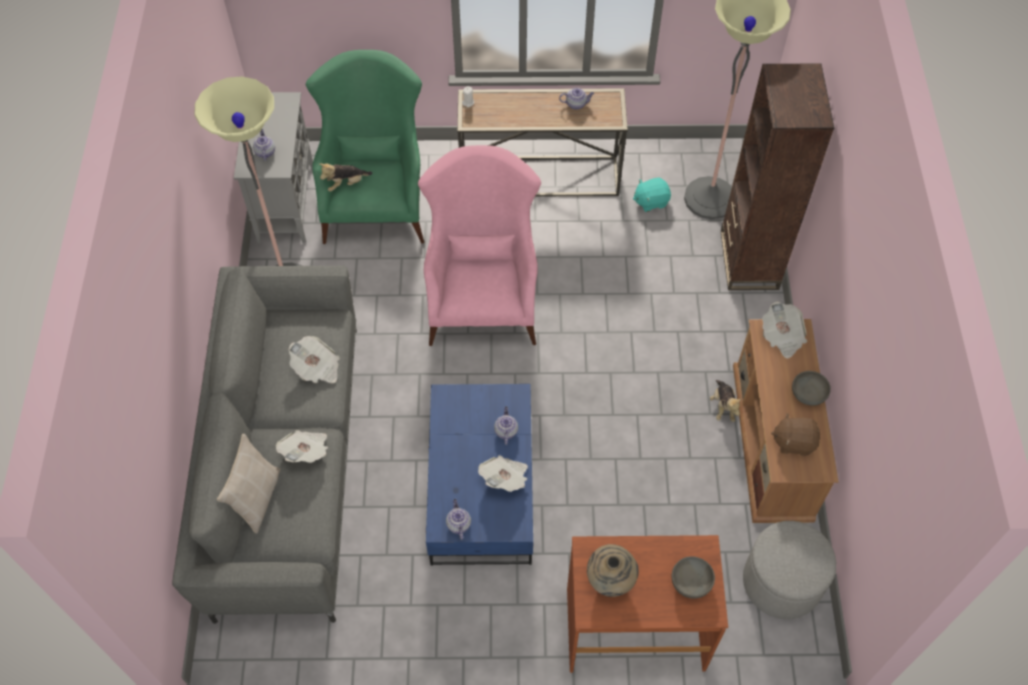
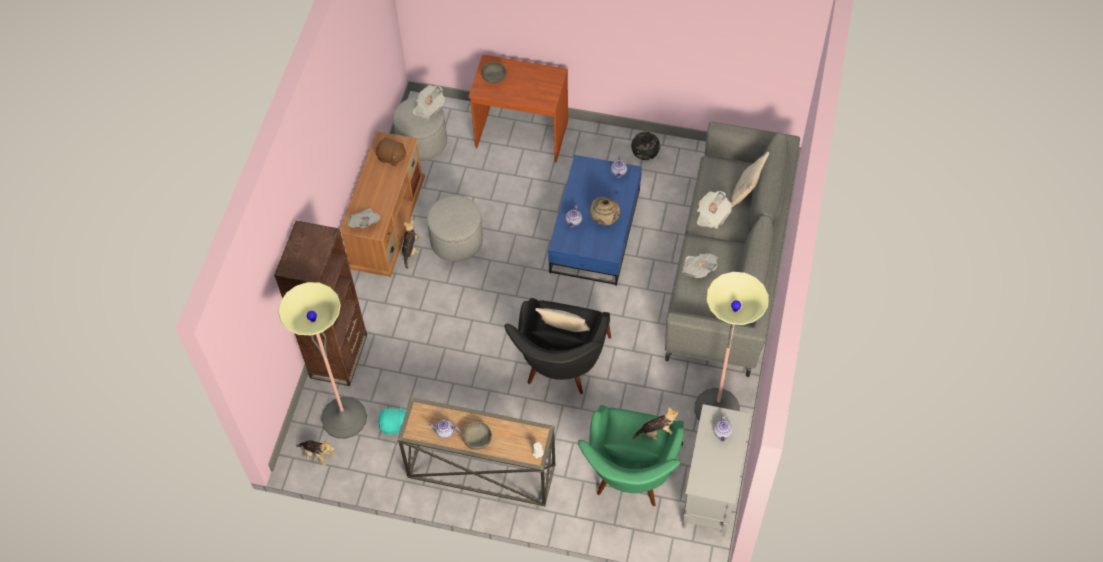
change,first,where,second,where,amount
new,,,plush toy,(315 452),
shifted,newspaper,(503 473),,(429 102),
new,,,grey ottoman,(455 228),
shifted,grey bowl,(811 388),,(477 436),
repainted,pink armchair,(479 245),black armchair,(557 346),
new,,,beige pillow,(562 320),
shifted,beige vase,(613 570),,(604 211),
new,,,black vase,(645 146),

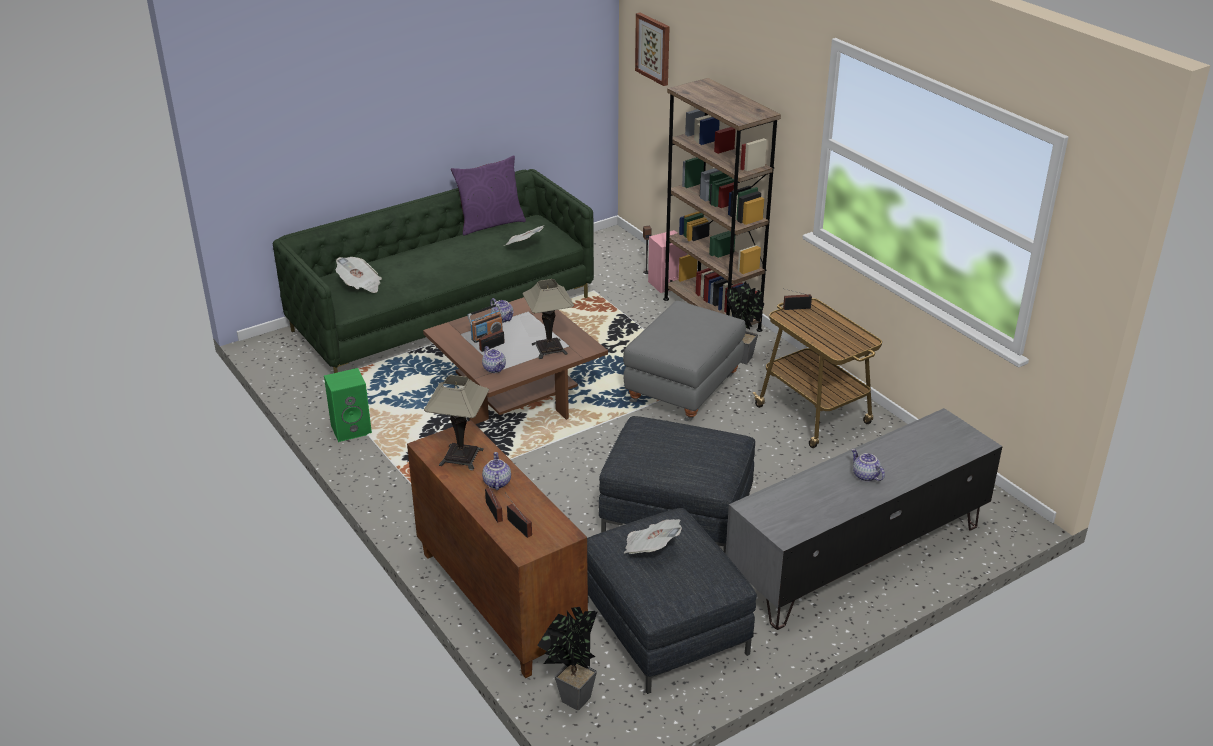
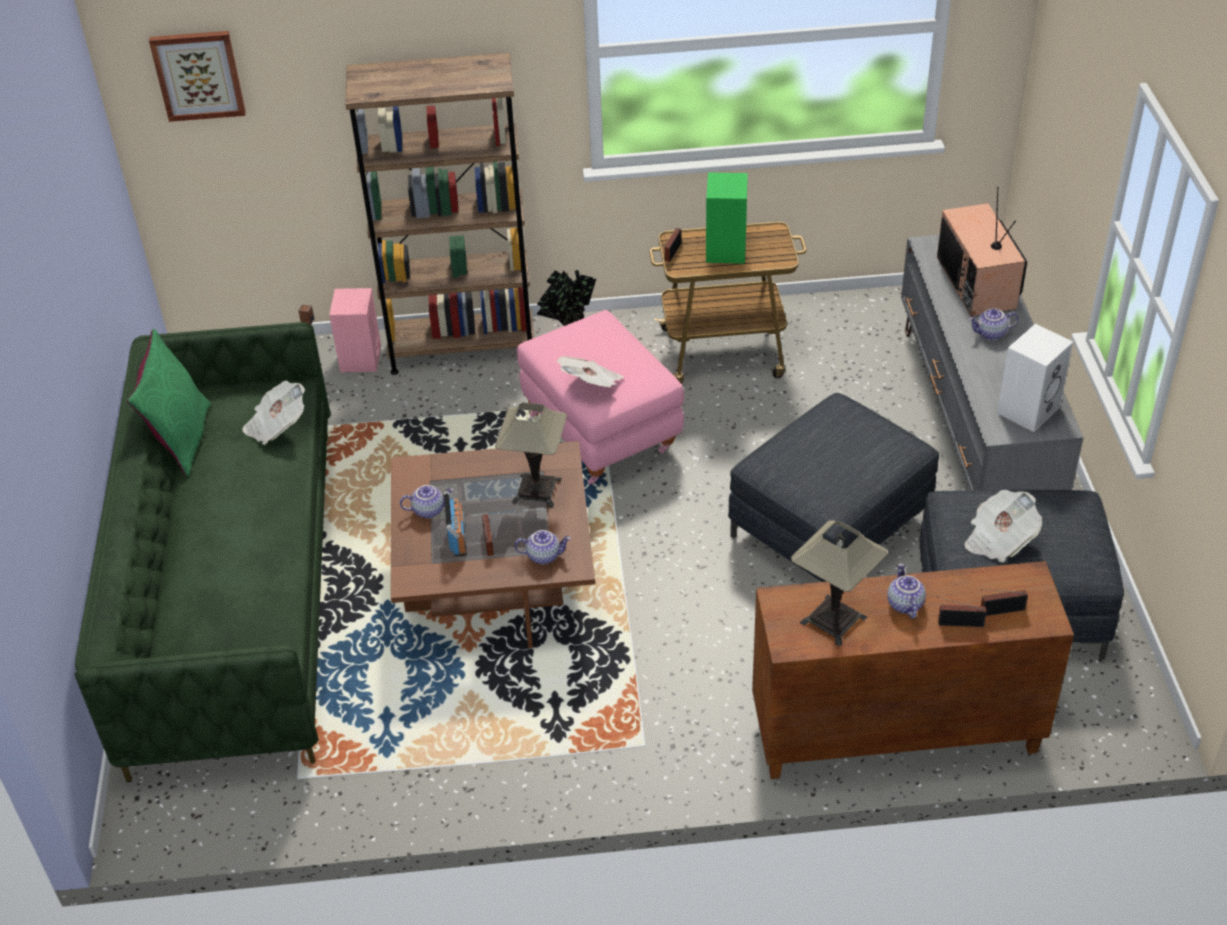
change,first,where,second,where,amount
repainted,purple pillow,(488 195),green pillow,(169 403),
repainted,grey ottoman,(684 361),pink ottoman,(600 397),
shifted,newspaper,(358 275),,(590 372),
shifted,green speaker,(348 405),,(727 218),
rotated,teapot,(496 471),,(906 591),60 degrees clockwise
new,,,television,(982 252),
new,,,white speaker,(1035 378),
gone,potted plant,(567 658),,,

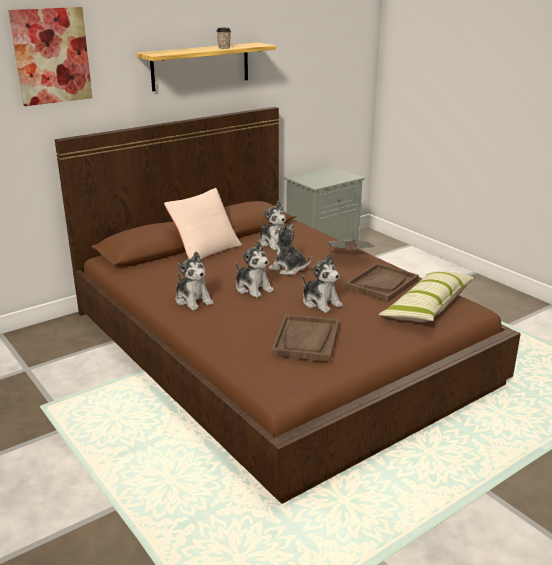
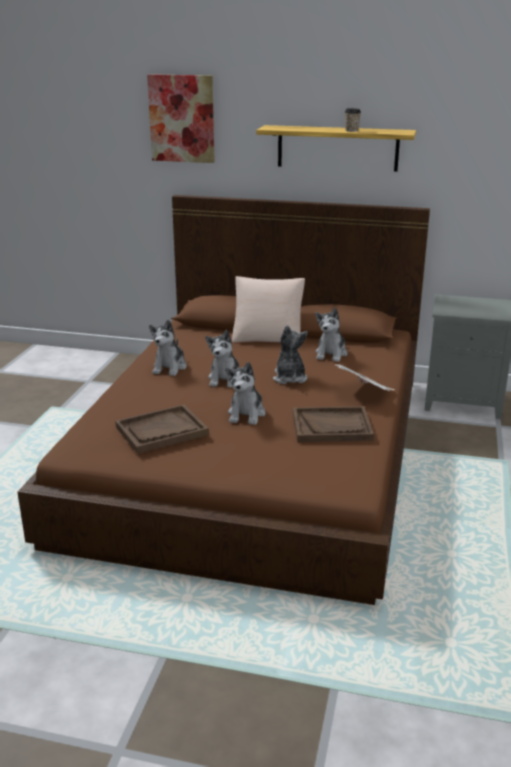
change,first,where,second,where,amount
gone,pillow,(427 297),,,

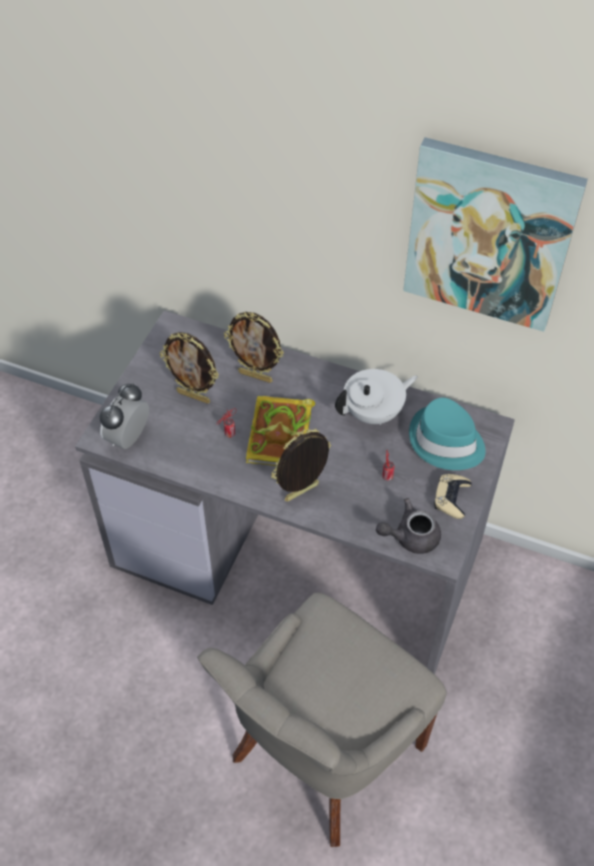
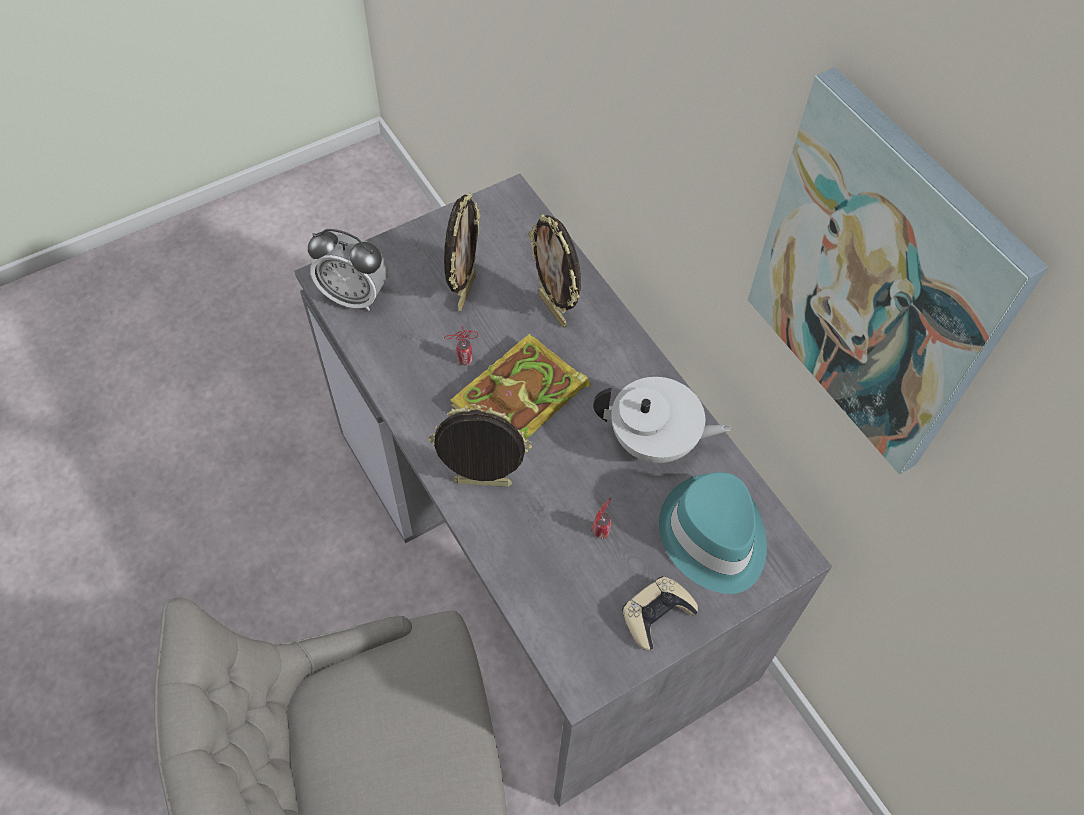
change,first,where,second,where,amount
rotated,alarm clock,(124 416),,(348 270),135 degrees counterclockwise
rotated,picture frame,(189 368),,(462 252),135 degrees counterclockwise
gone,grey teapot,(408 526),,,

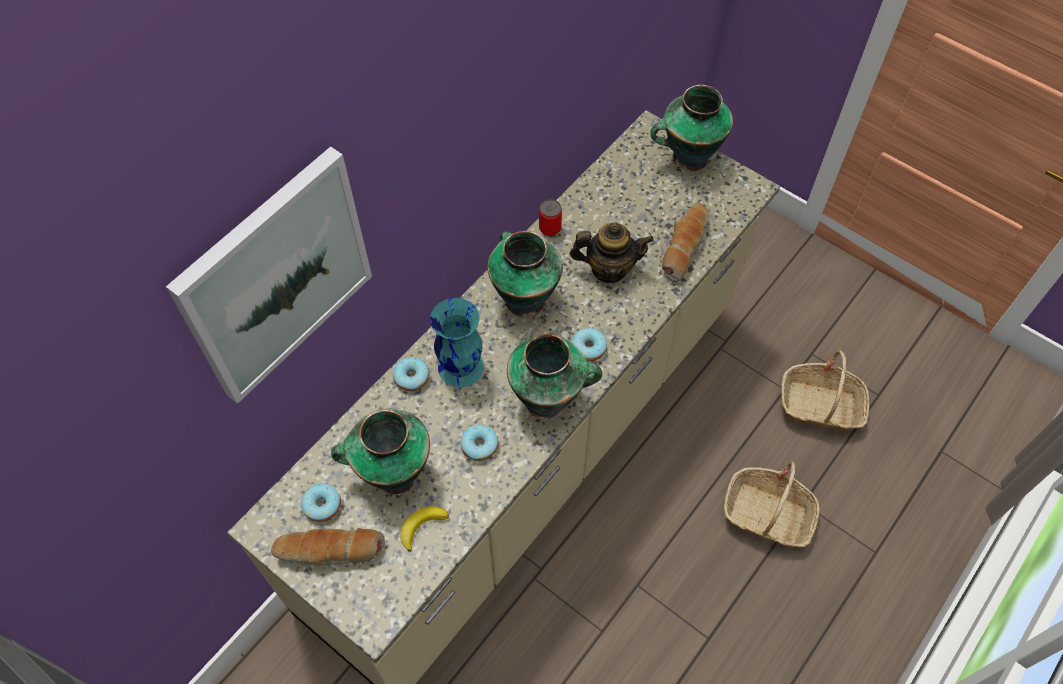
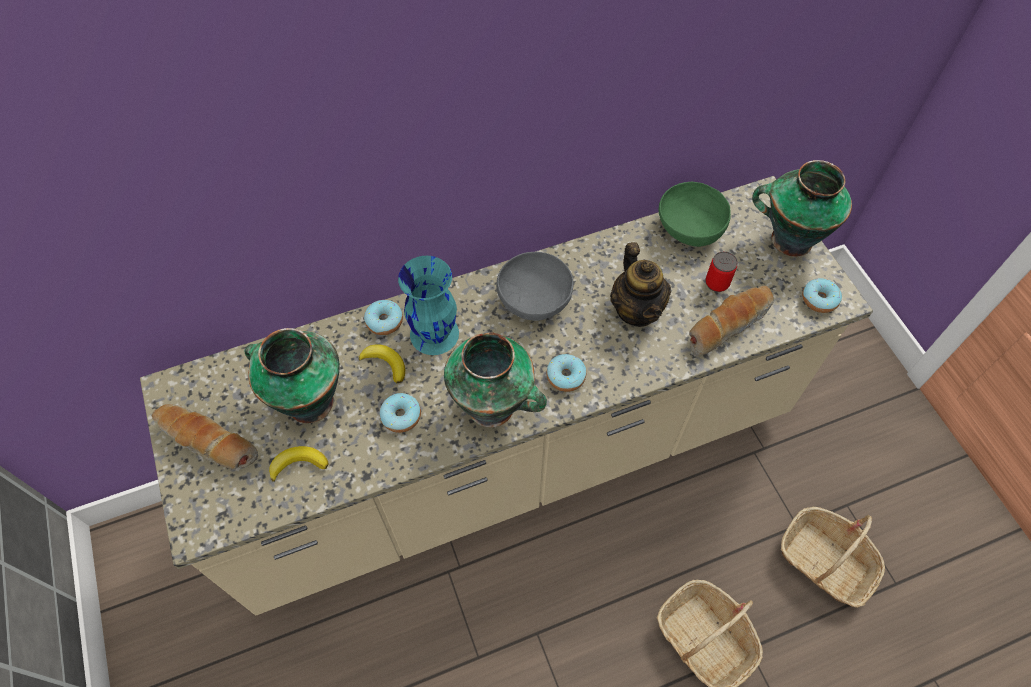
change,first,where,second,where,amount
new,,,banana,(382 363),
swapped,vase,(525 274),grey bowl,(535 286),
rotated,teapot,(612 253),,(640 284),45 degrees clockwise
new,,,green bowl,(695 214),
shifted,can,(550 217),,(721 271),
shifted,donut,(321 502),,(822 295),
gone,picture,(269 275),,,

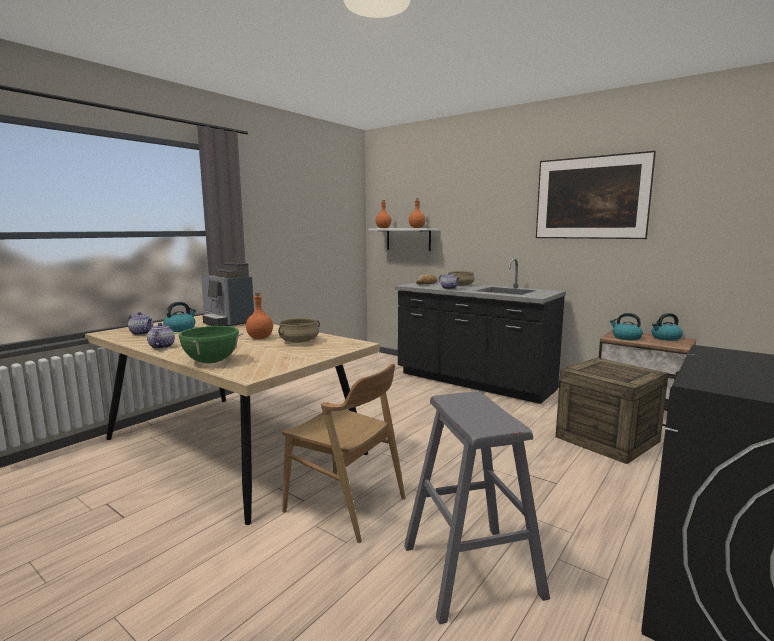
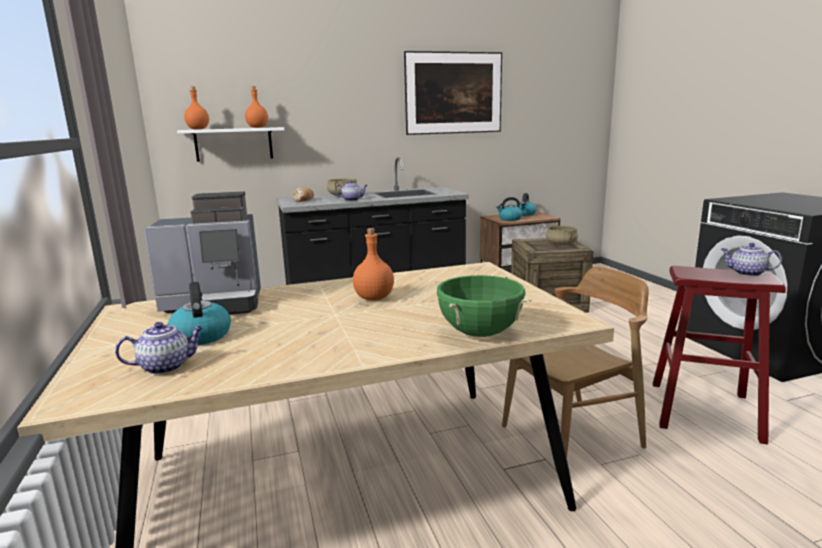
change,first,where,second,where,amount
shifted,beige cooking pot,(299 330),,(562 235),
repainted,grey stool,(477 508),red stool,(719 355),
shifted,teapot,(161 336),,(751 259),

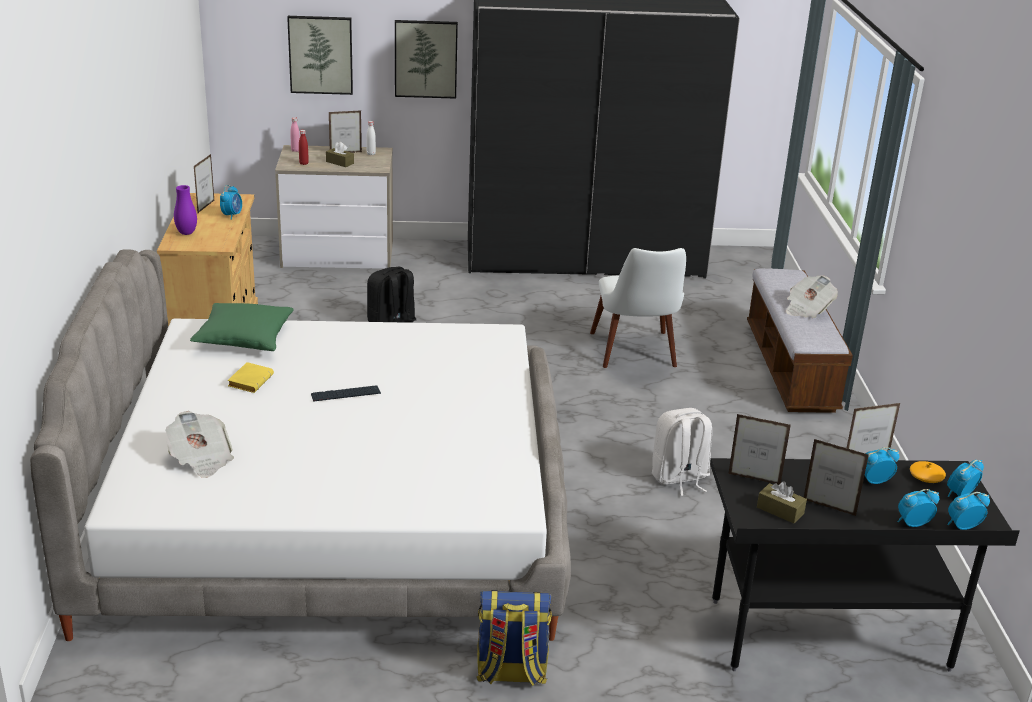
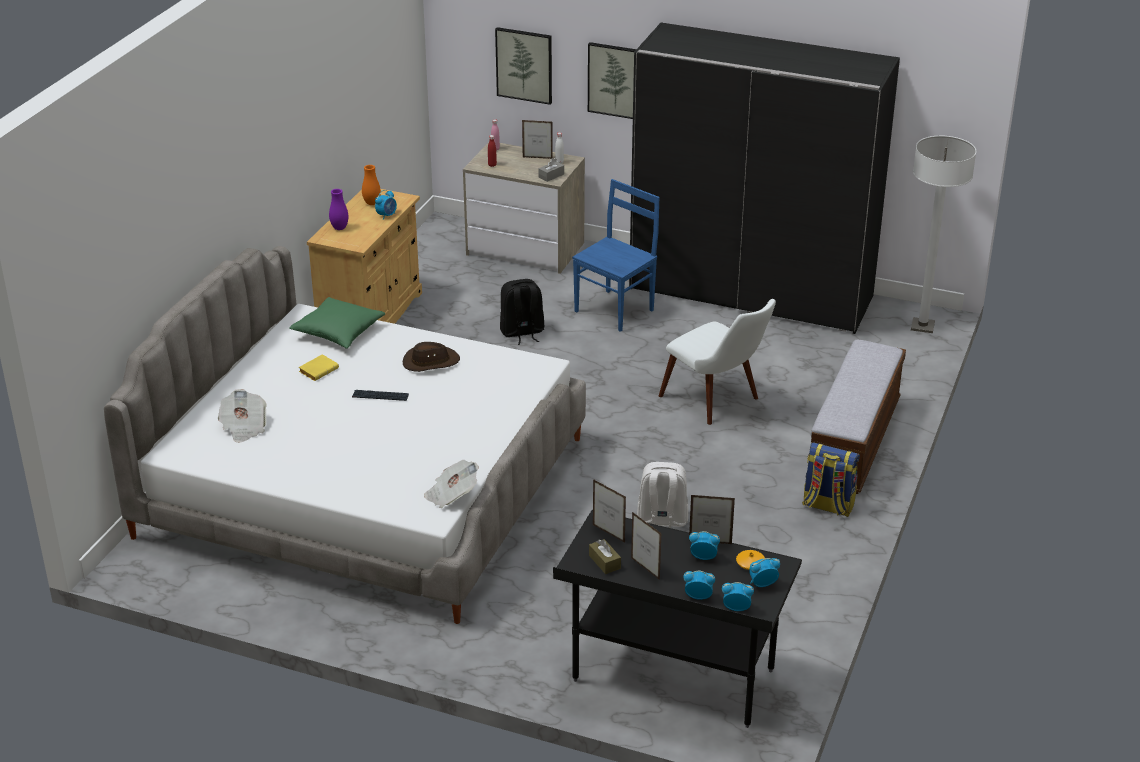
change,first,where,second,where,amount
swapped,picture frame,(204 183),orange vase,(371 185),
new,,,brown hat,(431 357),
shifted,newspaper,(812 296),,(451 484),
new,,,grey tissue box,(551 170),
new,,,blue chair,(616 255),
rotated,white chair,(638 308),,(717 362),60 degrees counterclockwise
shifted,backpack,(514 638),,(831 479),
new,,,white floor lamp,(943 234),
gone,brown tissue box,(340 154),,,

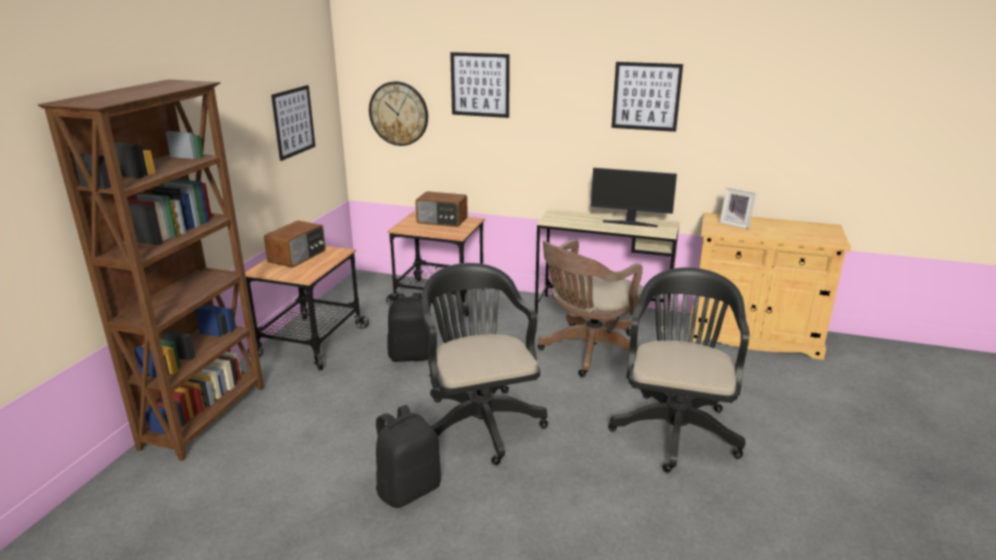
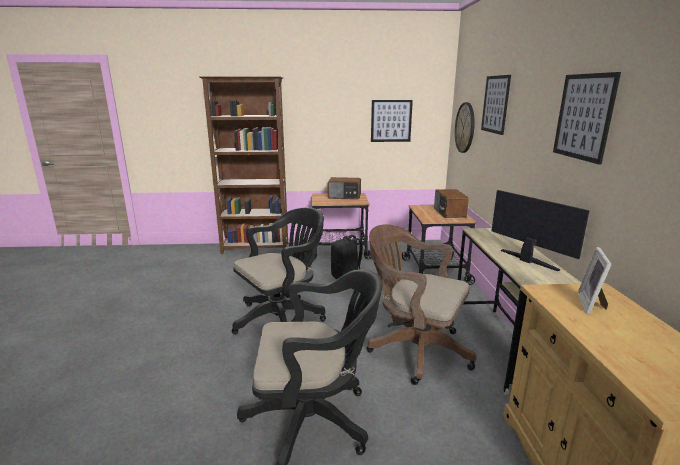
change,first,where,second,where,amount
rotated,monitor,(634 197),,(540 230),150 degrees clockwise
gone,black backpack,(408 456),,,

